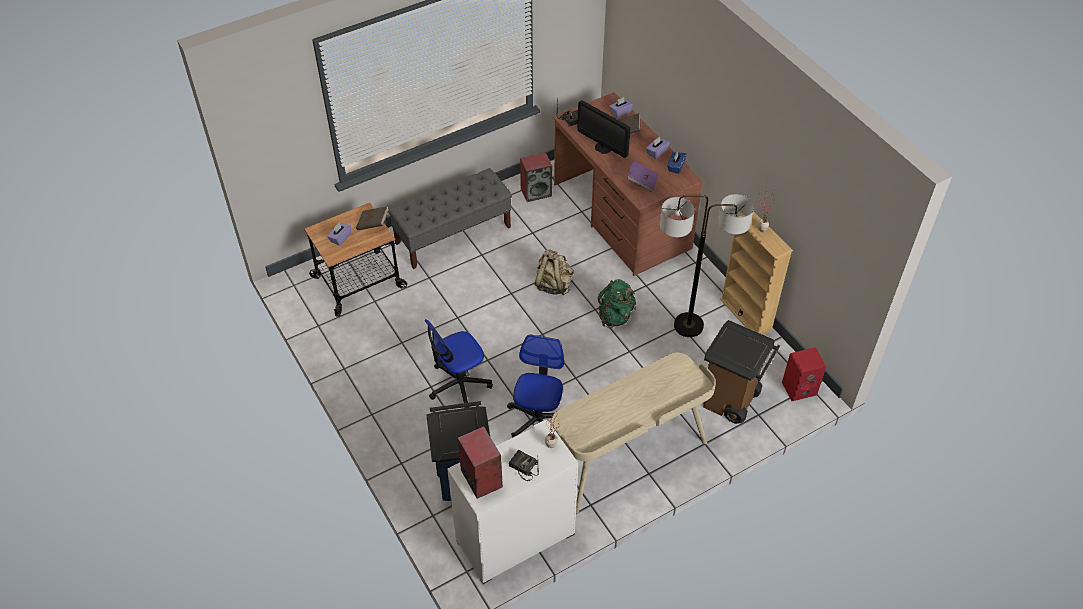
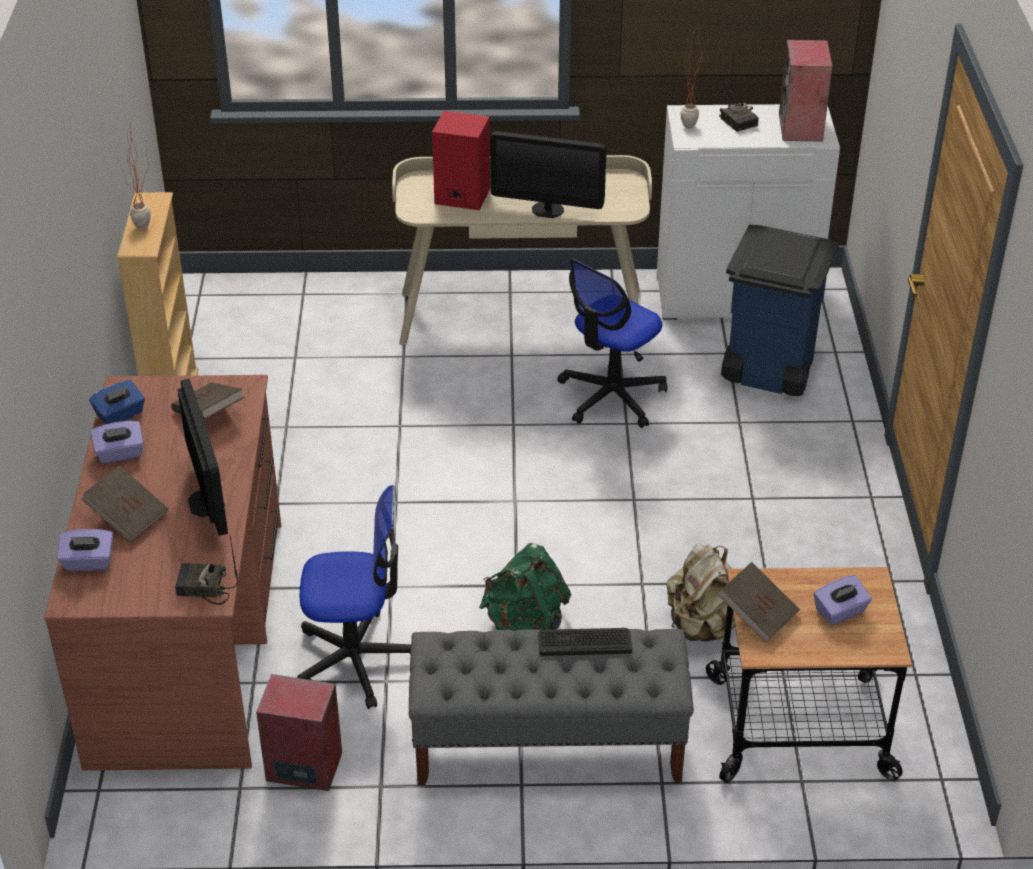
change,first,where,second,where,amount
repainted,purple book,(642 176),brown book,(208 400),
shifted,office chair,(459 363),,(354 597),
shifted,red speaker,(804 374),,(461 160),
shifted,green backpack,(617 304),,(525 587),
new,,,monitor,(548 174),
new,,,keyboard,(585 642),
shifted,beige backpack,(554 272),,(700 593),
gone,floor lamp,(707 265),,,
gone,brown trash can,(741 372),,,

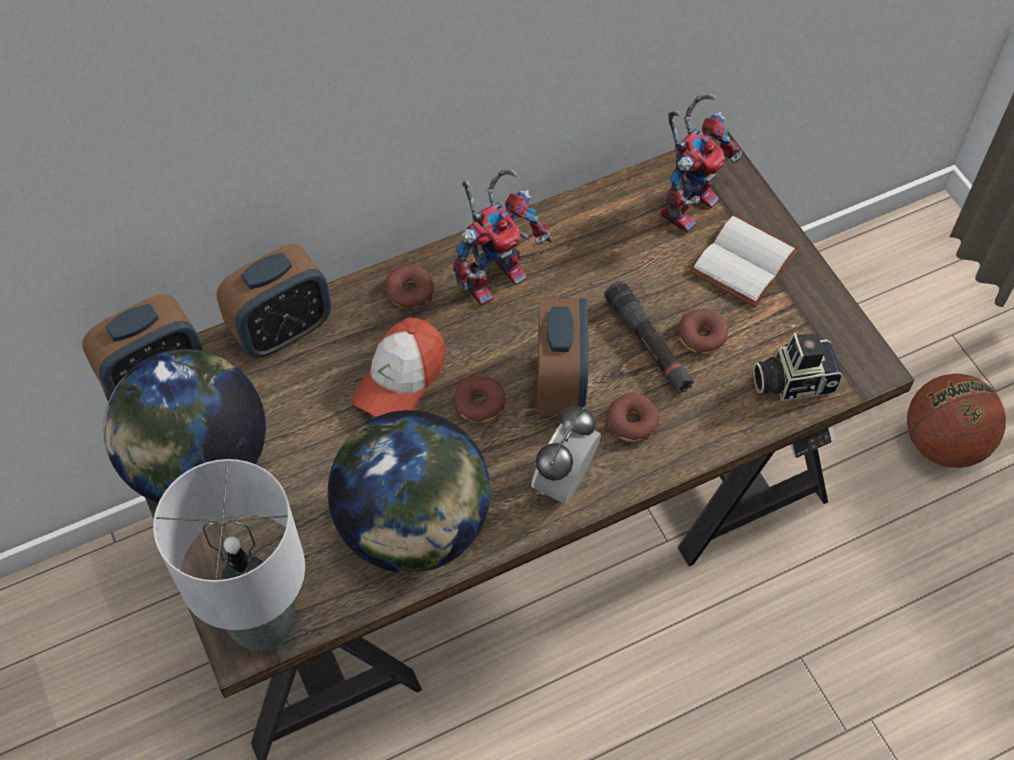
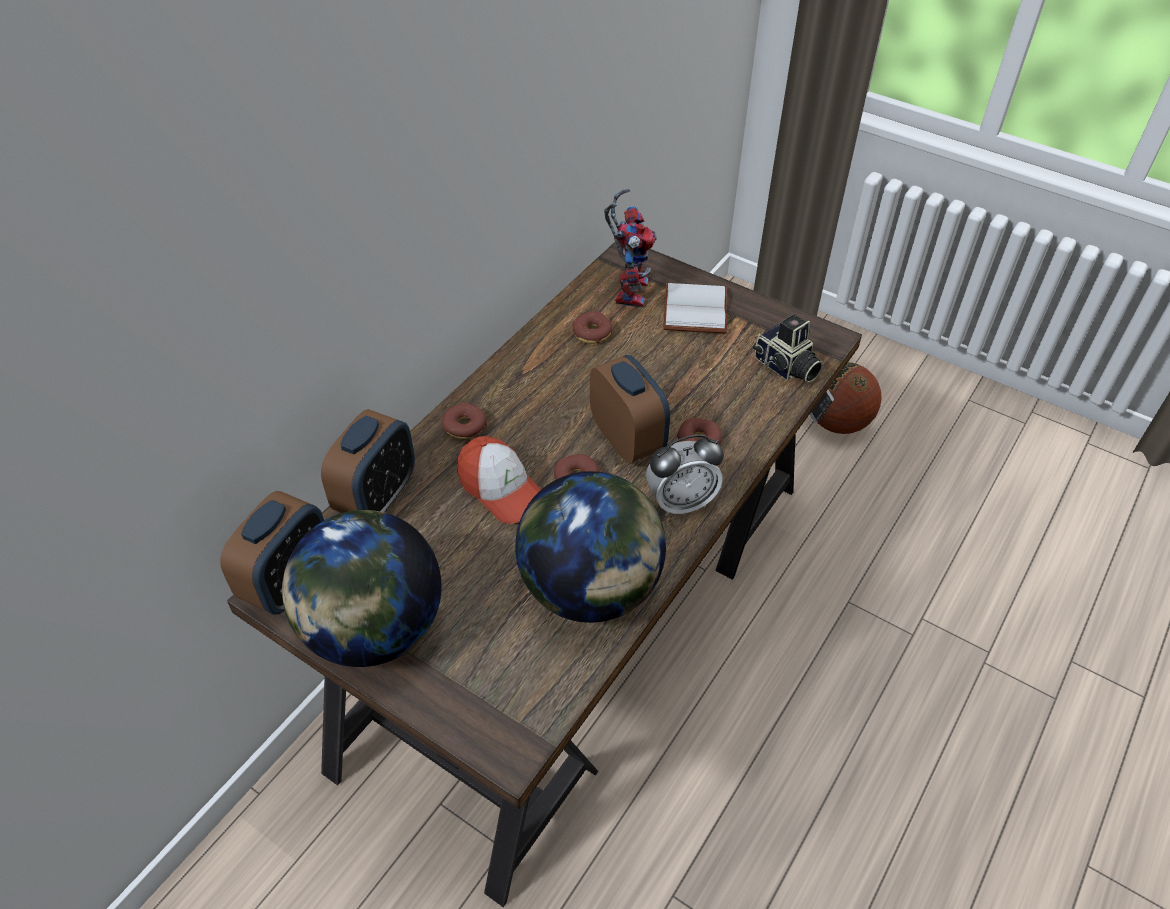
change,first,where,second,where,amount
rotated,cap,(398 367),,(499 480),45 degrees counterclockwise
shifted,donut,(703 331),,(592 327),
rotated,alarm clock,(566 455),,(685 475),105 degrees counterclockwise
rotated,photo camera,(798 367),,(788 348),90 degrees counterclockwise
gone,grey table lamp,(229 555),,,
gone,toy robot,(502 238),,,
gone,black flashlight,(649 337),,,

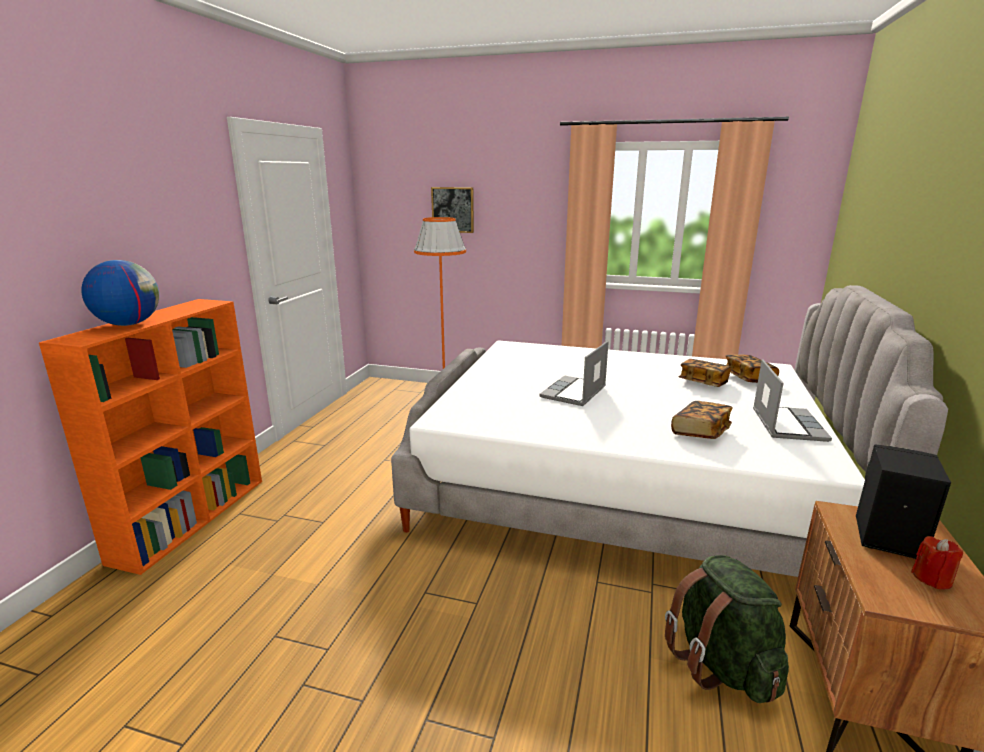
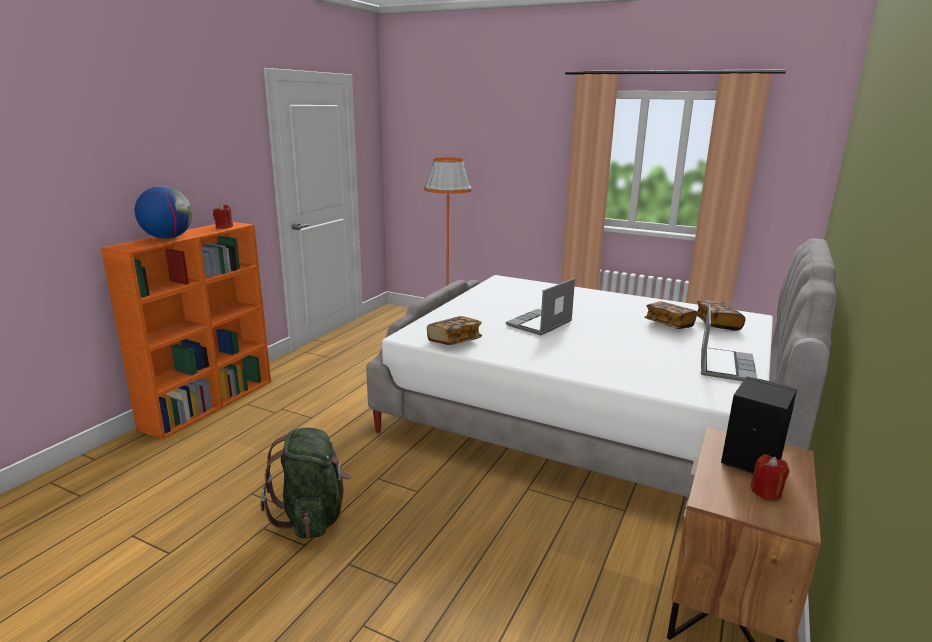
change,first,where,second,where,amount
new,,,red candle,(223 216),
shifted,green backpack,(727 629),,(306 483),
shifted,book,(702 420),,(454 330),
gone,picture,(452 210),,,

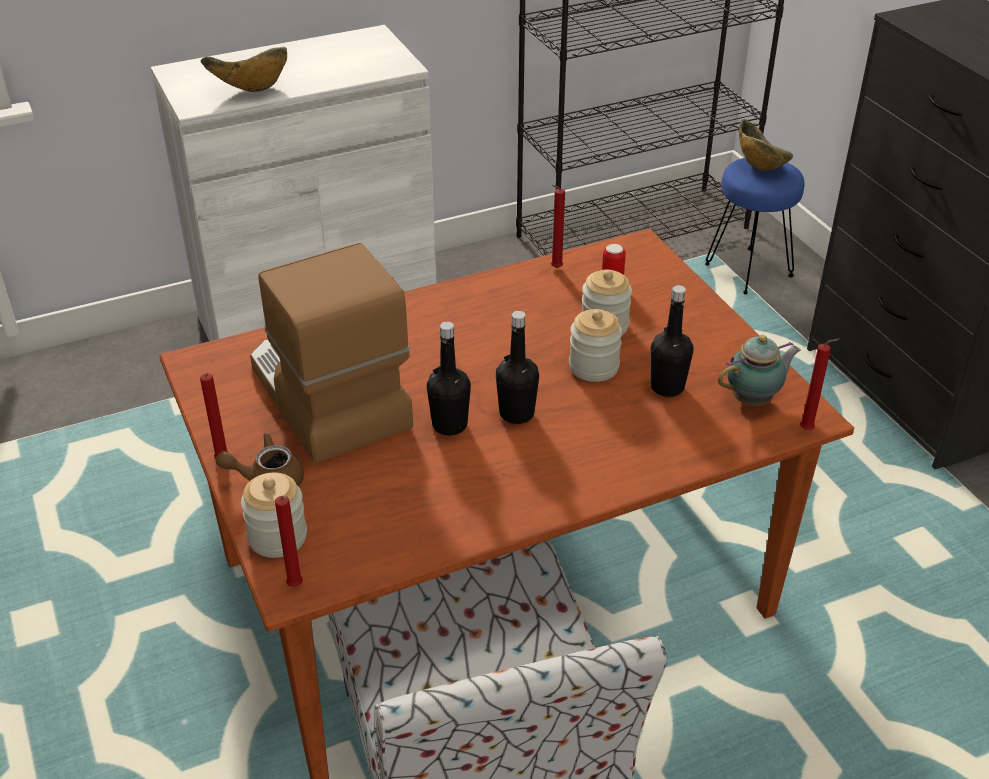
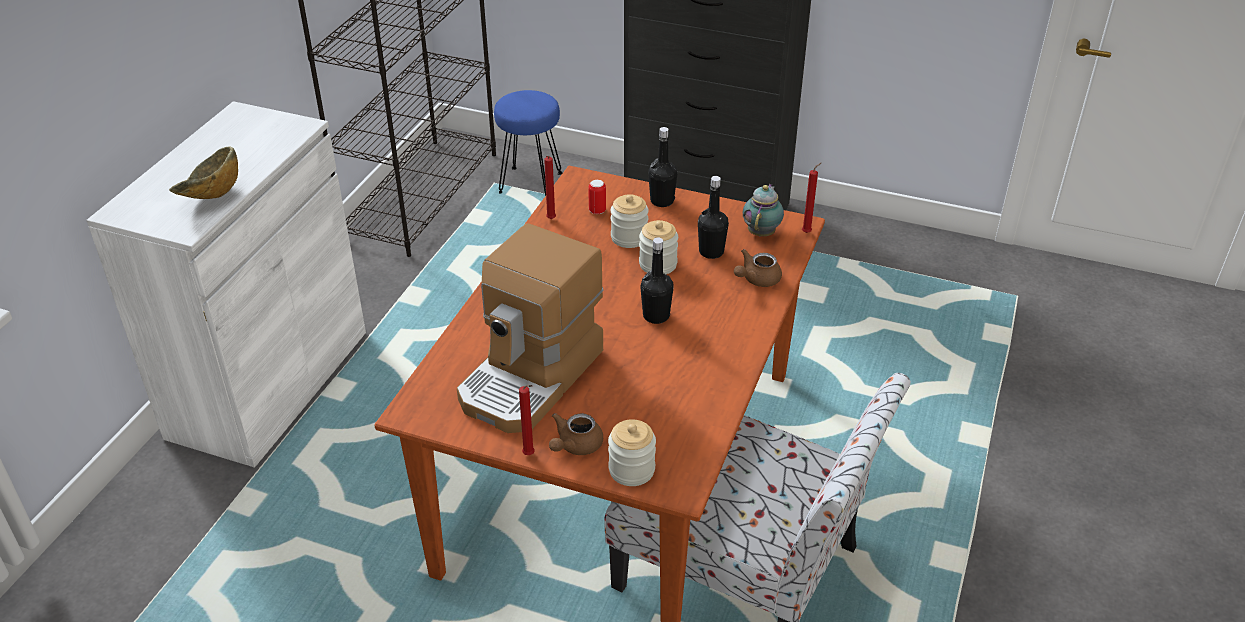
change,first,where,second,where,amount
rotated,coffee machine,(331 353),,(530 328),75 degrees counterclockwise
shifted,black bottle,(449 378),,(663 167),
new,,,brown teapot,(758 268),
gone,red candle,(289 541),,,
gone,bowl,(766 145),,,

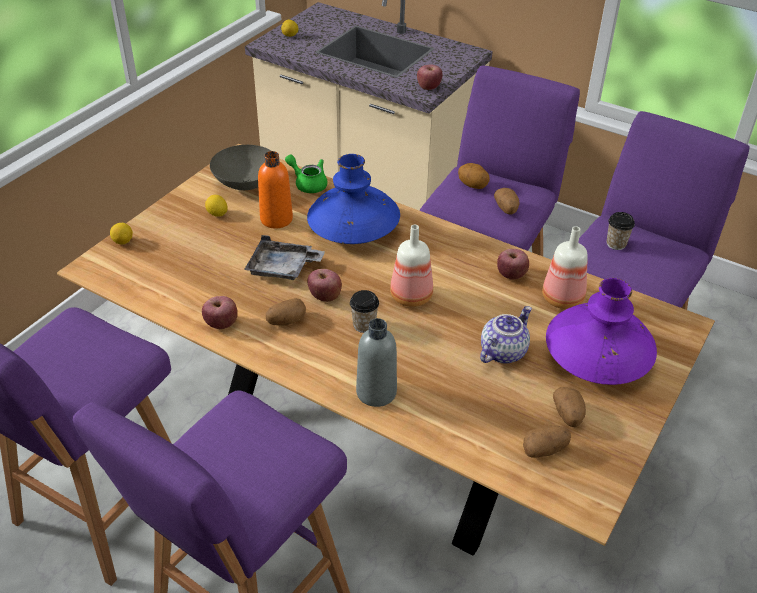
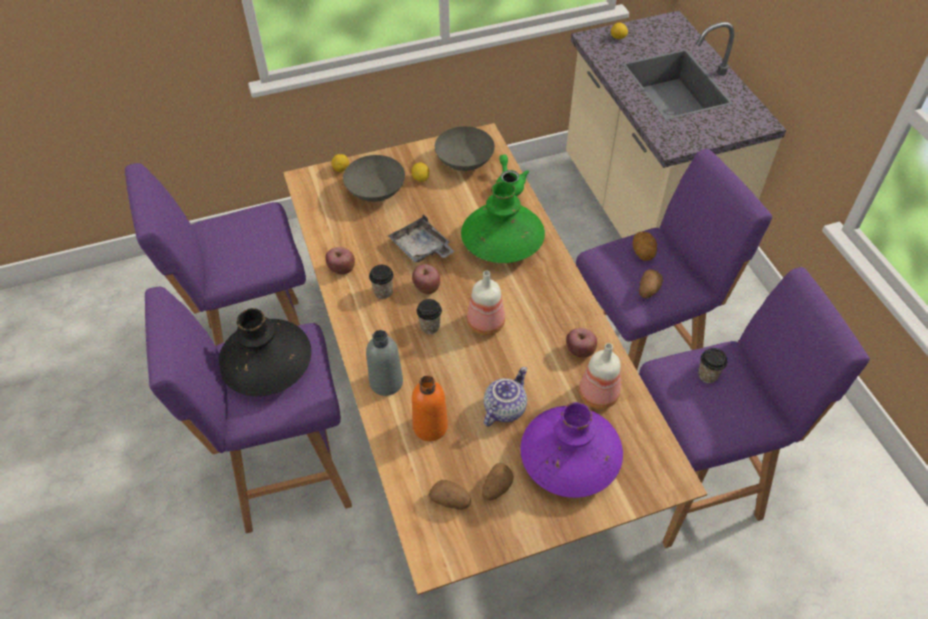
change,first,where,second,where,amount
new,,,black vase,(265 352),
new,,,grey bowl,(374 178),
swapped,potato,(286 311),cup,(381 282),
shifted,orange bottle,(275 189),,(430 408),
repainted,blue vase,(353 199),green vase,(503 222),
rotated,teapot,(506 334),,(505 397),45 degrees counterclockwise
gone,apple,(430 77),,,

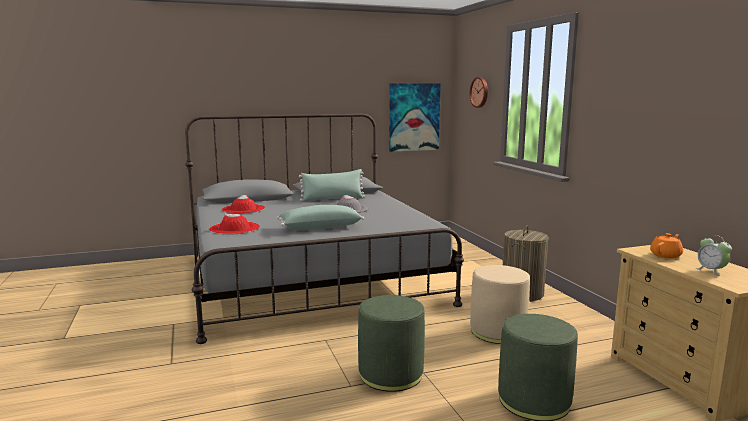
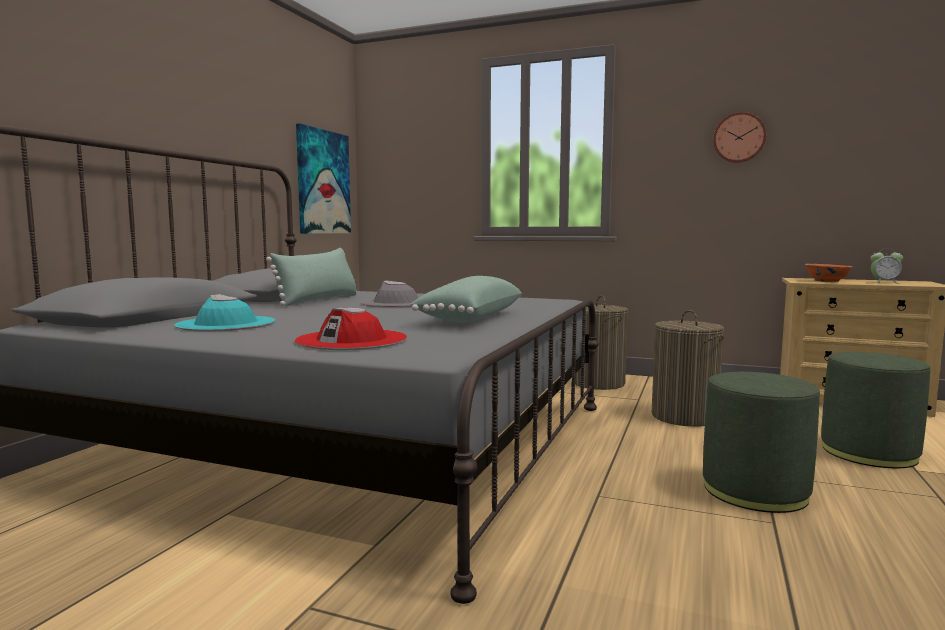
change,first,where,second,where,amount
repainted,red hat,(243 204),turquoise hat,(225 313),
swapped,beige ottoman,(500 304),laundry basket,(688 368),
shifted,wall clock,(479 92),,(739 137),
swapped,orange teapot,(666 245),orange bowl,(828 273),

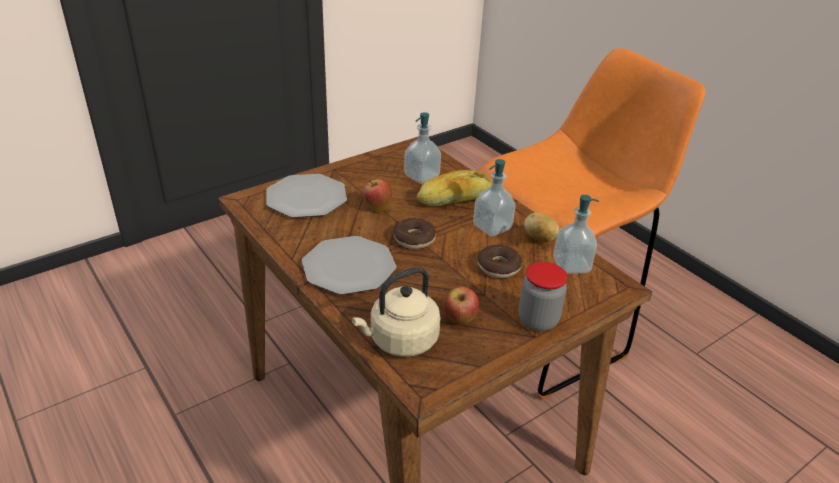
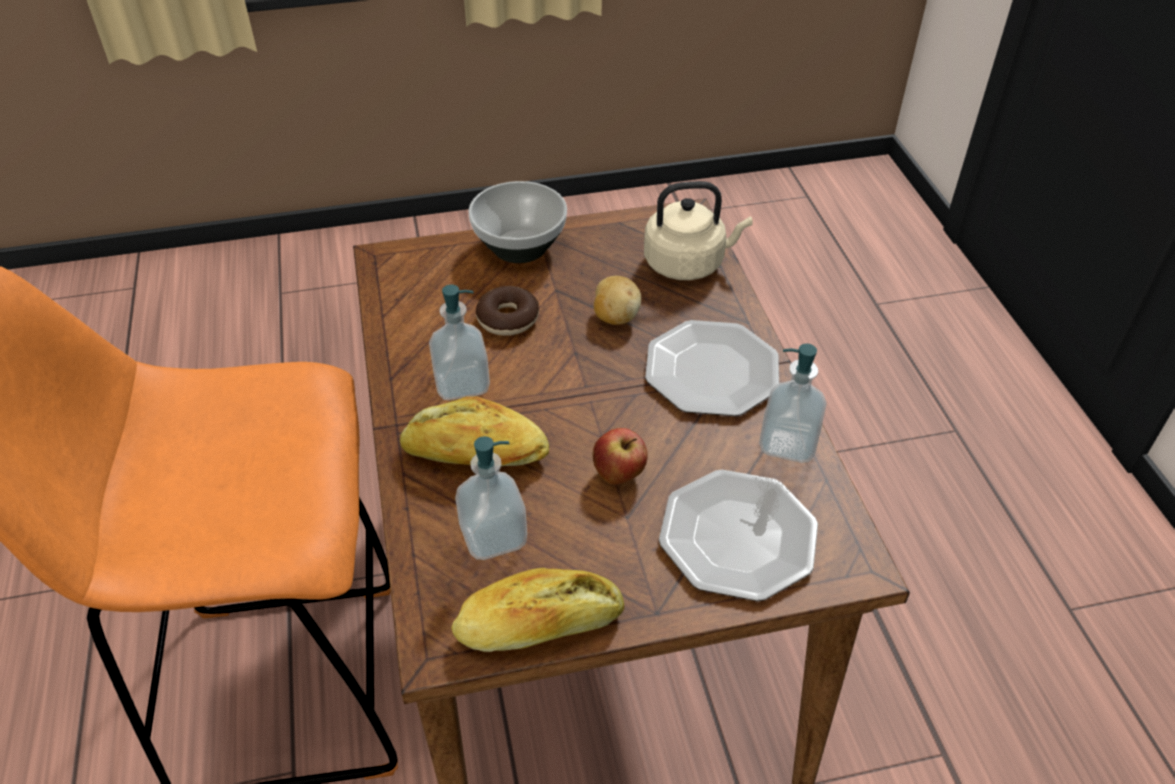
change,first,where,second,where,amount
new,,,bread,(537 609),
swapped,jar,(543 296),bowl,(517 222),
shifted,potato,(541 228),,(617 300),
shifted,soap dispenser,(576 234),,(792 403),
gone,donut,(415 233),,,
gone,apple,(461 305),,,

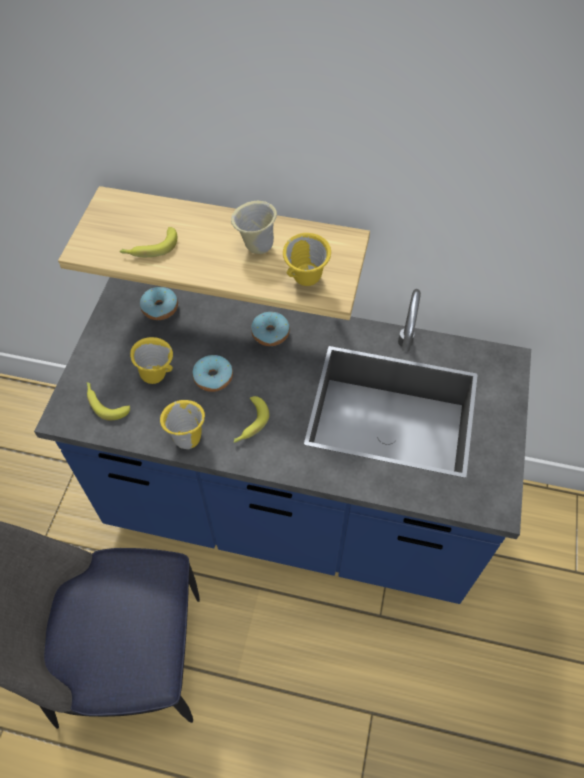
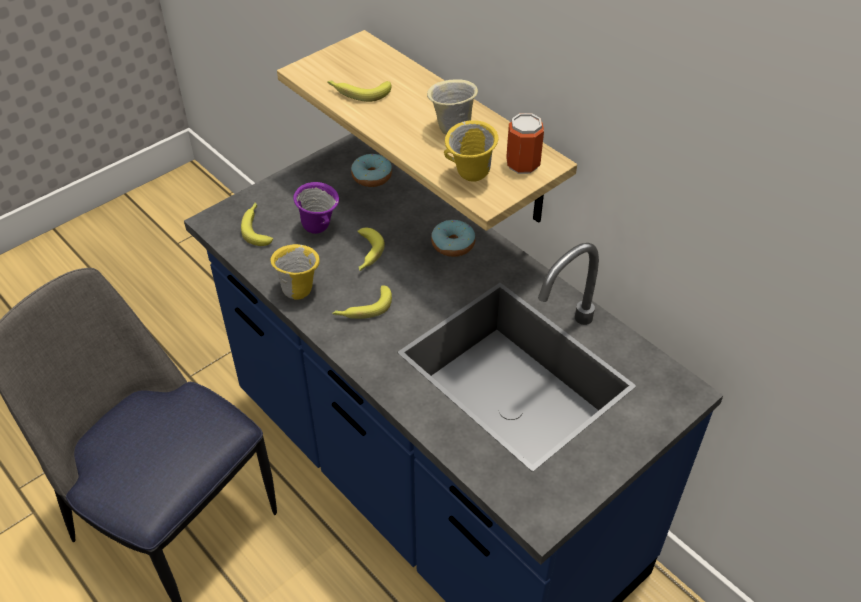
change,first,where,second,where,amount
repainted,yellow mug,(151 360),purple mug,(316 208),
swapped,donut,(213 373),banana,(371 249),
new,,,can,(525 143),

